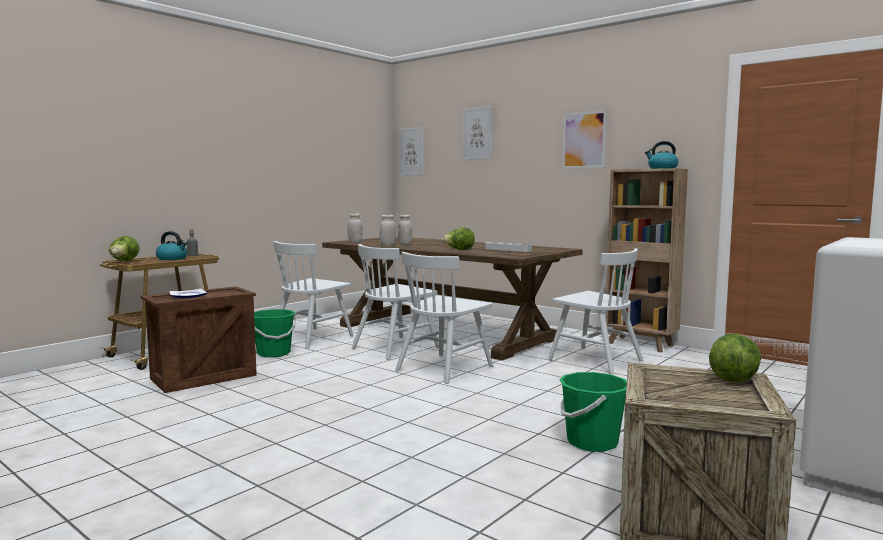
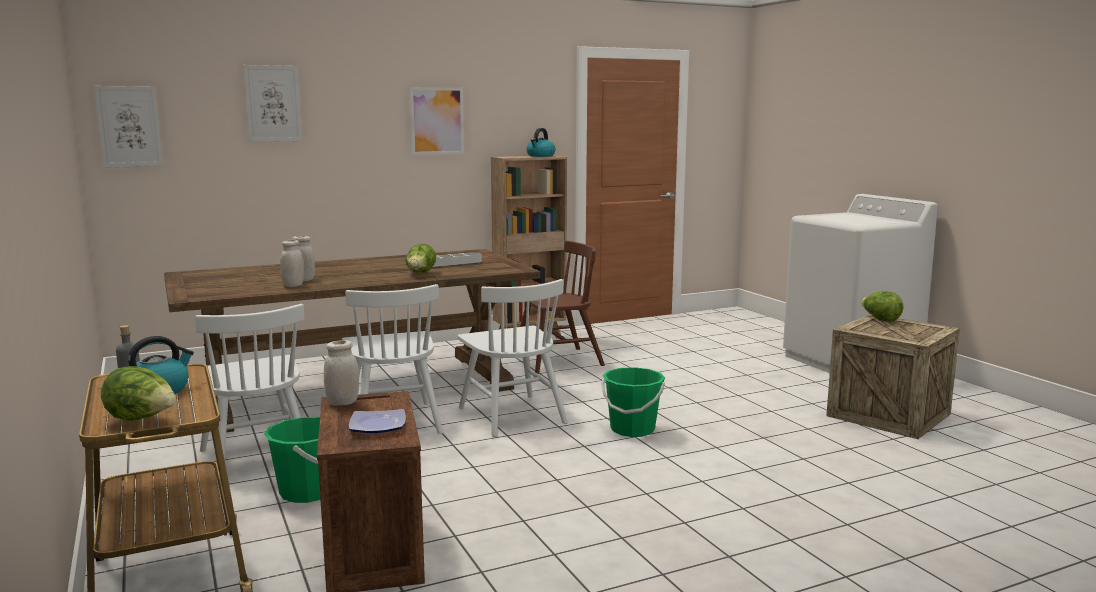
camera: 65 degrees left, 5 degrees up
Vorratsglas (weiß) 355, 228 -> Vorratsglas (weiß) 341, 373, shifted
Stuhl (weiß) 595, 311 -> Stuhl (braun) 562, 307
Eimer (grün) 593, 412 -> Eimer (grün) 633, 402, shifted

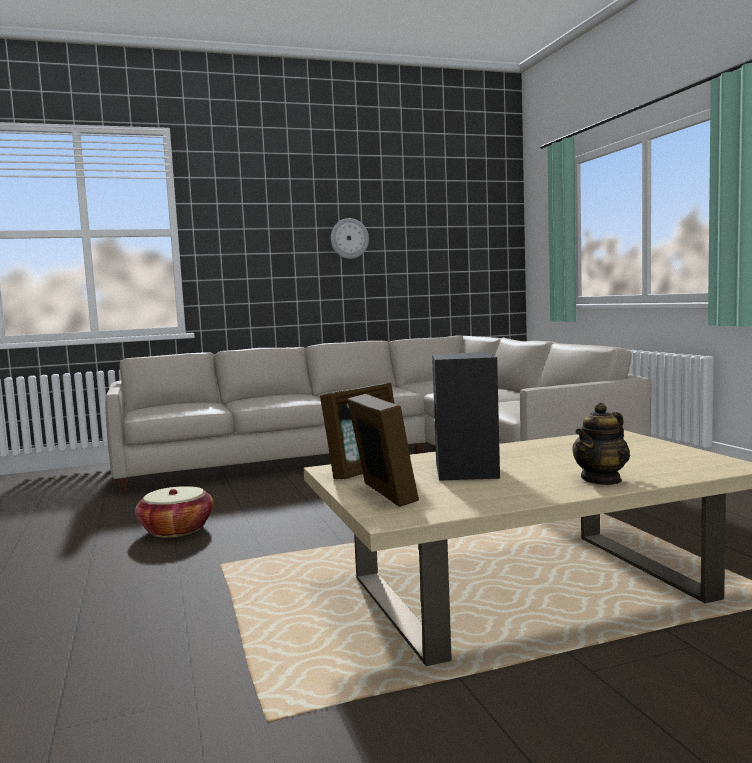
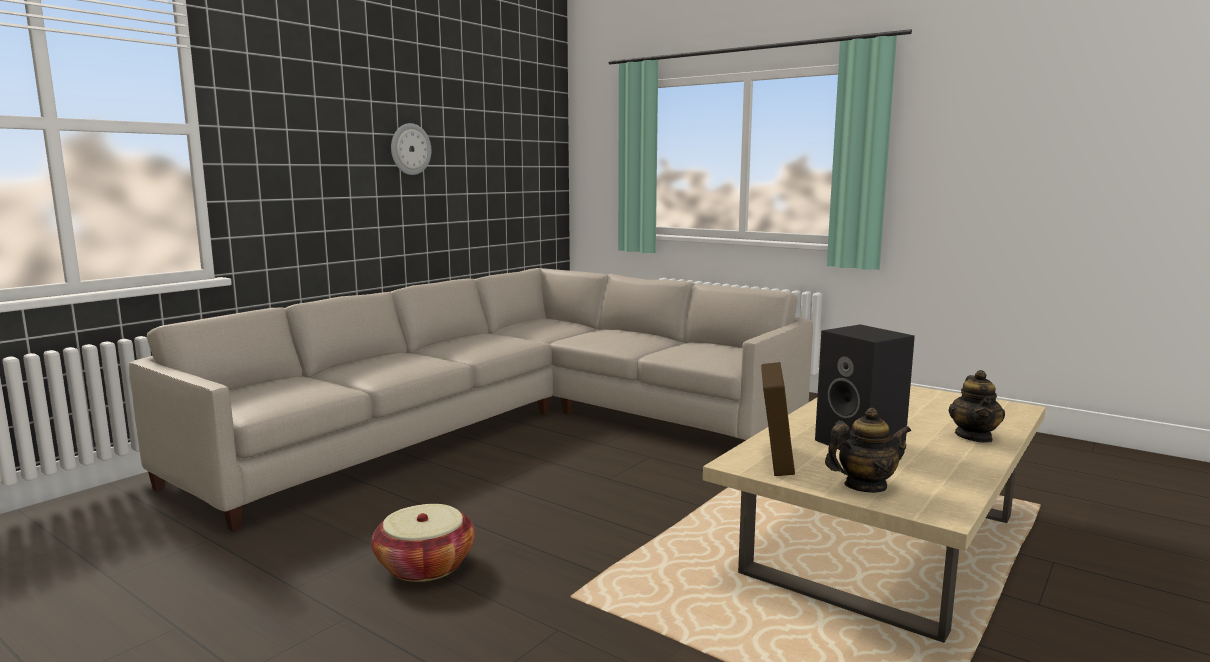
camera: 35 degrees left, 5 degrees up
Bilderrahmen 383, 450 -> Teekanne 868, 450

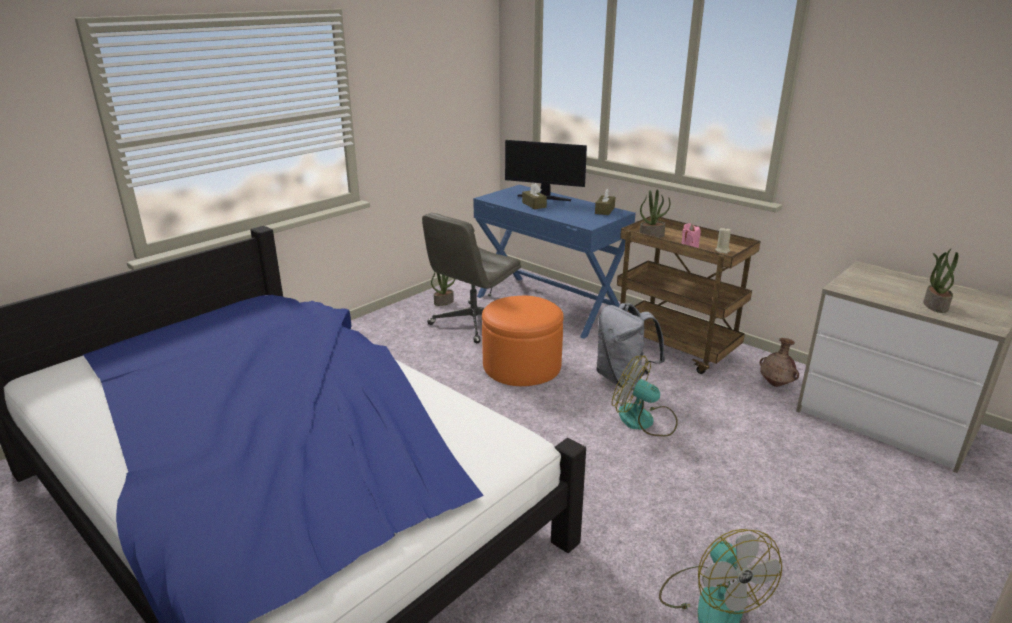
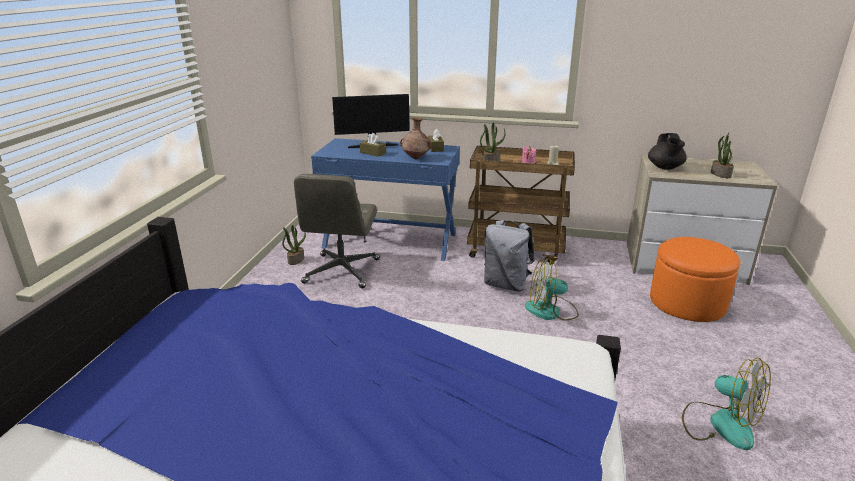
camera: 30 degrees left, 0 degrees up
Polsterhocker (orange) 523, 341 -> Polsterhocker (orange) 695, 279, shifted
Vase (braun) 779, 362 -> Vase (braun) 416, 138, shifted
none -> Teekanne (schwarz) 667, 151

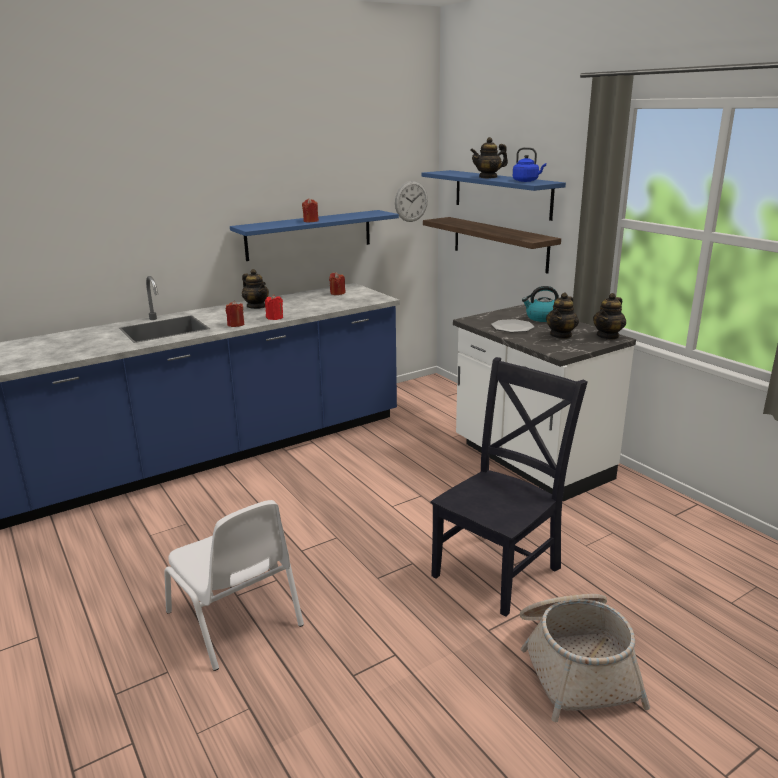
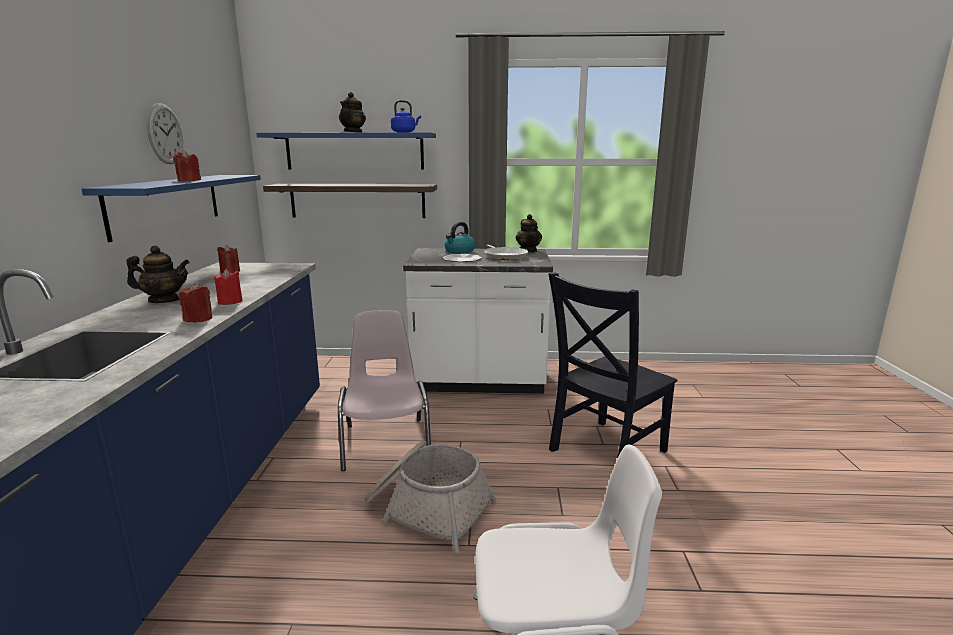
camera: 55 degrees left, 5 degrees down
Wanduhr 411, 201 -> Wanduhr 165, 133, shifted
Teekanne 562, 315 -> Pfanne 506, 252
Stuhl (schwarz) 509, 487 -> Stuhl (schwarz) 613, 364, 120 degrees counterclockwise
Korb 585, 658 -> Korb 431, 496, shifted
none -> Stuhl (rosa) 384, 390

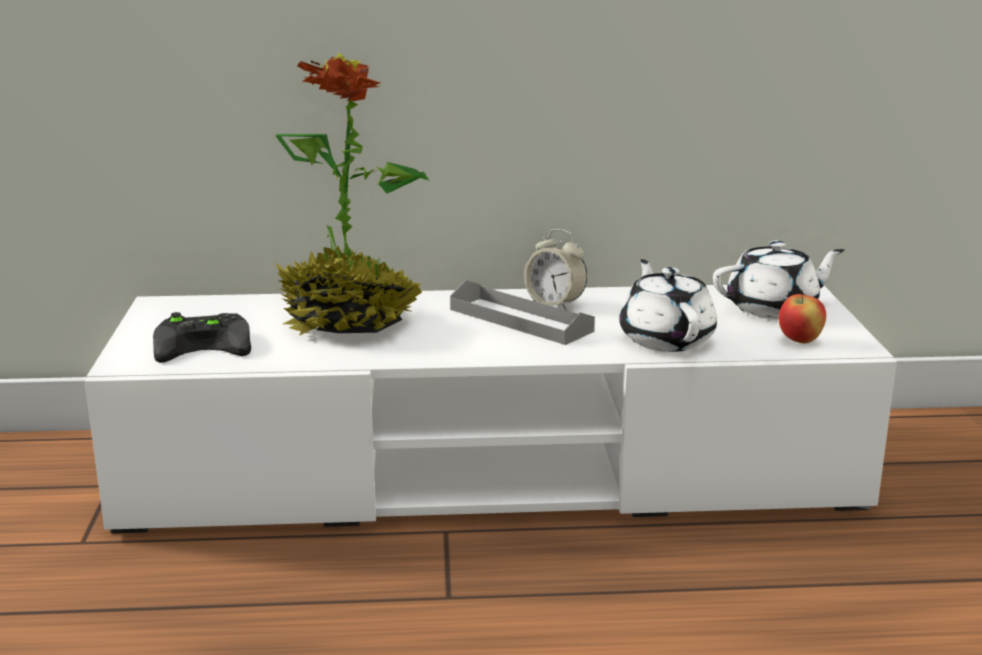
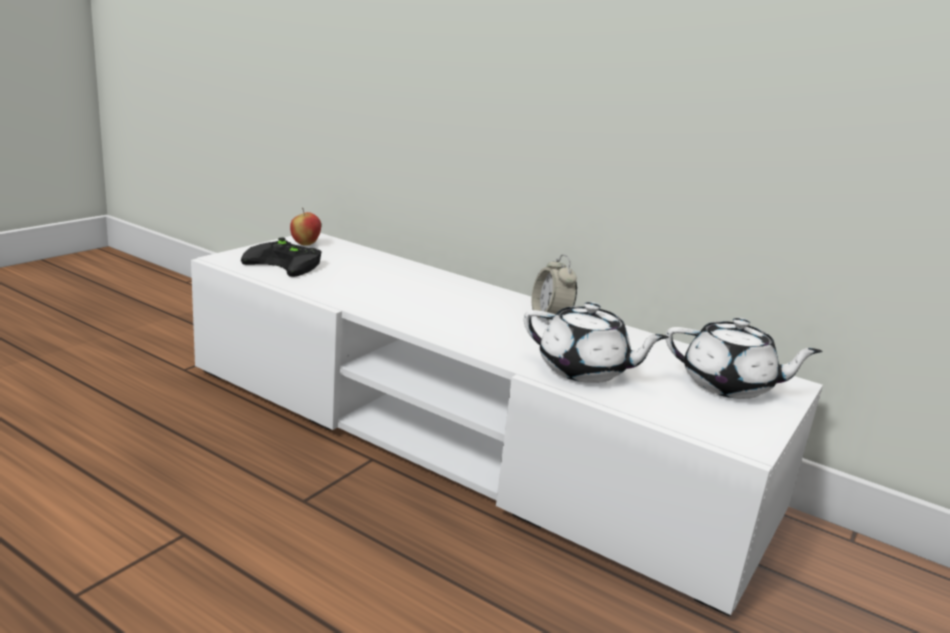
camera: 35 degrees right, 0 degrees up
Topfpflanze 352, 194 -> none
Teekanne (weiß) 668, 305 -> Teekanne (weiß) 596, 342, 90 degrees clockwise
Tablett (grau) 522, 312 -> none
Apfel 802, 316 -> Apfel 305, 227, shifted

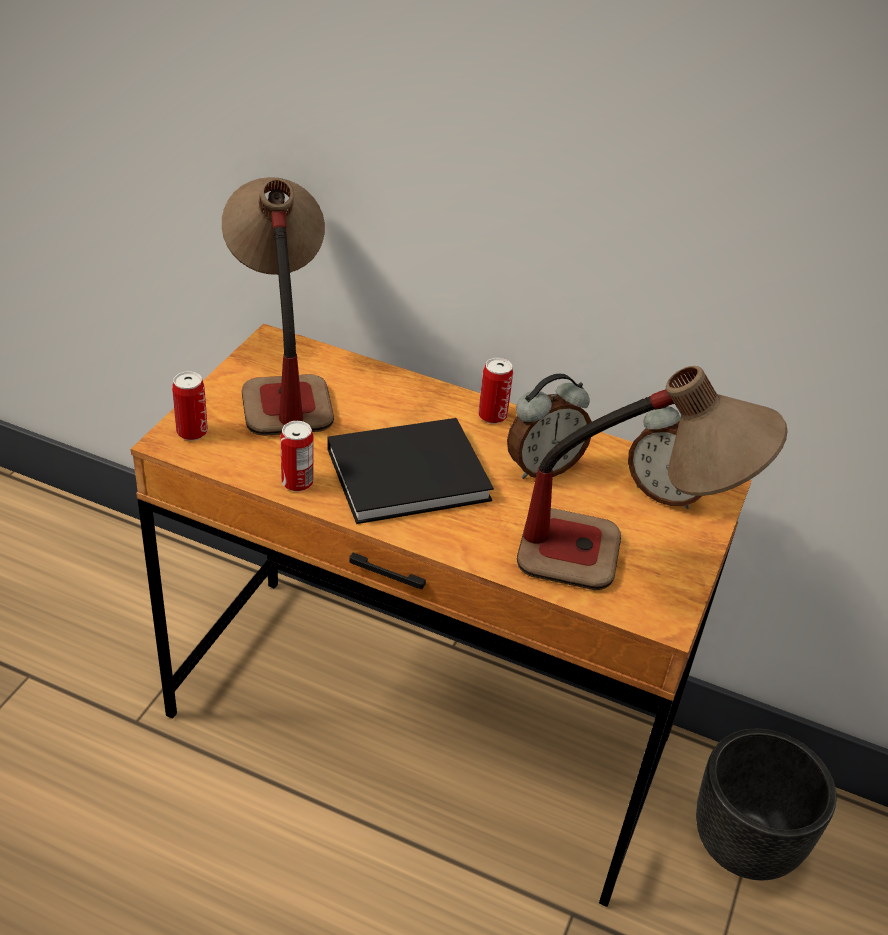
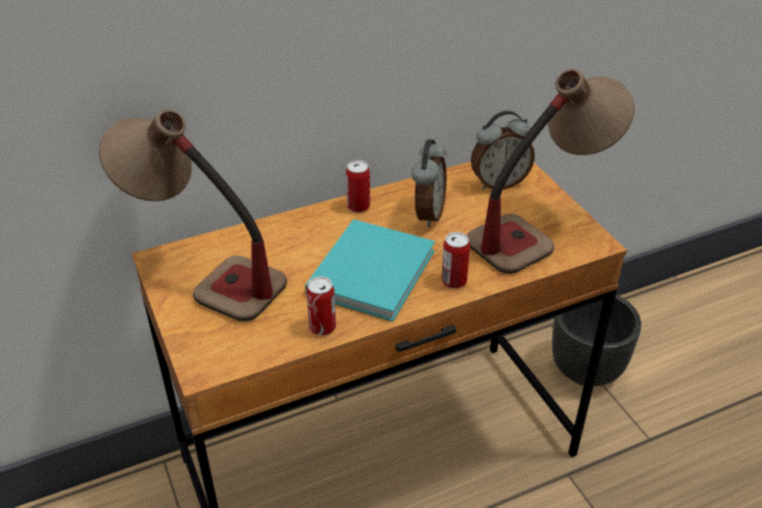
camera: 45 degrees left, 0 degrees up
Dose 190, 406 -> Dose 455, 260, shifted
Buch (schwarz) 410, 471 -> Buch (türkis) 370, 270

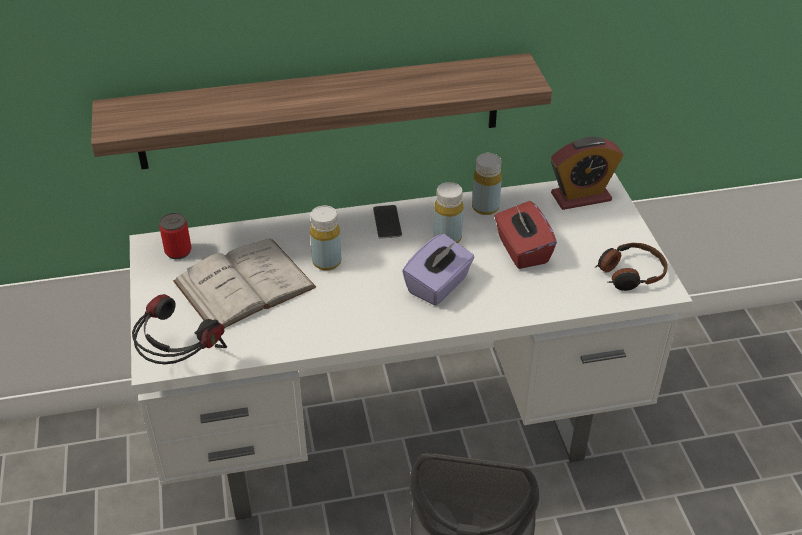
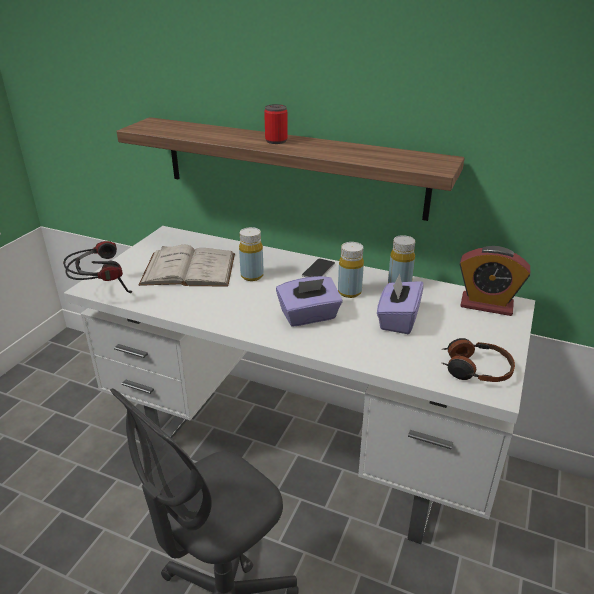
camera: 35 degrees right, 10 degrees down
Taschentuchbox (rot) 525, 235 -> Taschentuchbox (lila) 400, 303
Dose 175, 236 -> Dose 276, 124, shifted

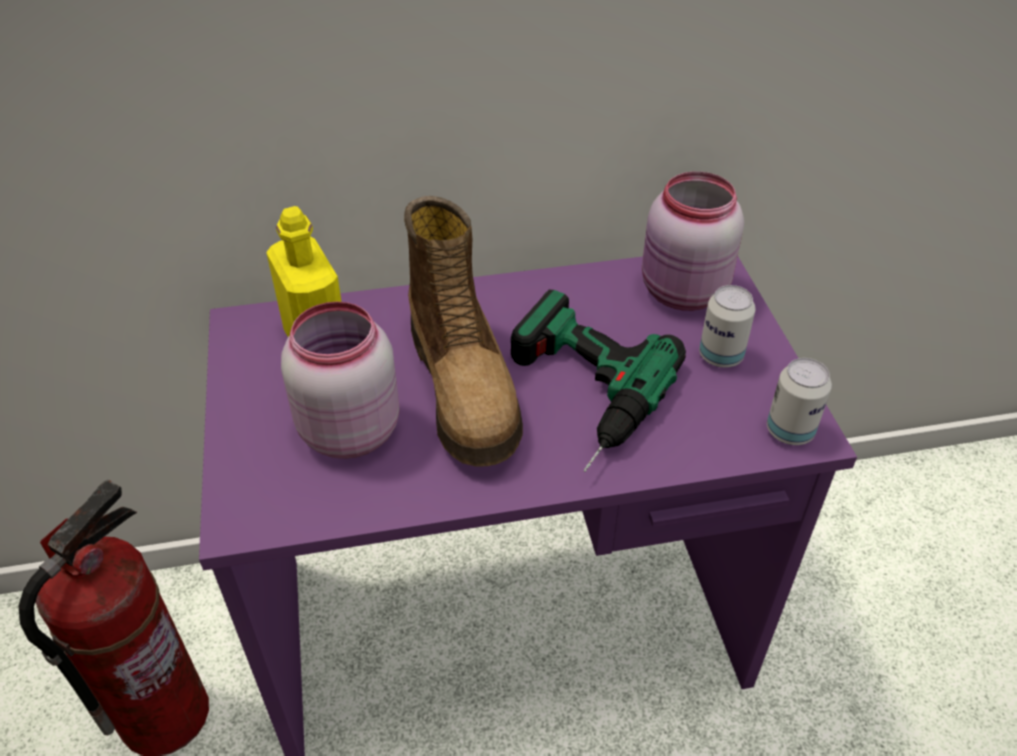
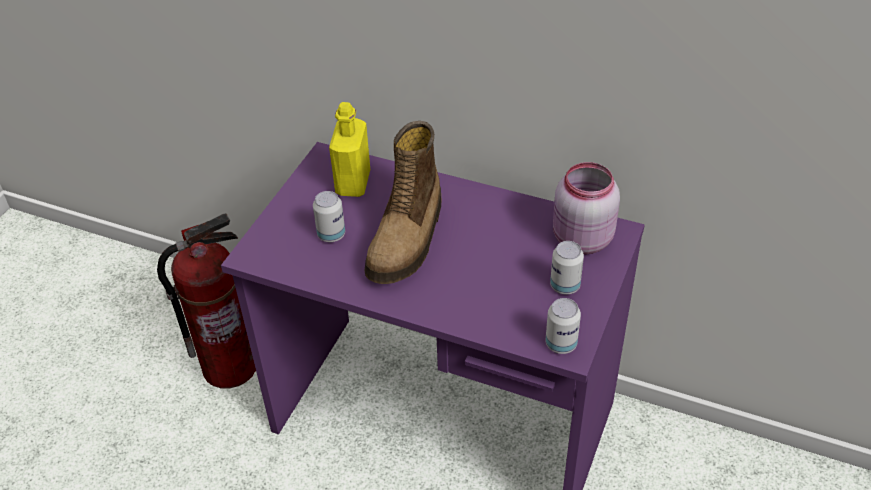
camera: 35 degrees right, 0 degrees up
Bohrmaschine 598, 381 -> none
Vorratsglas (rosa) 340, 380 -> Dose 329, 216

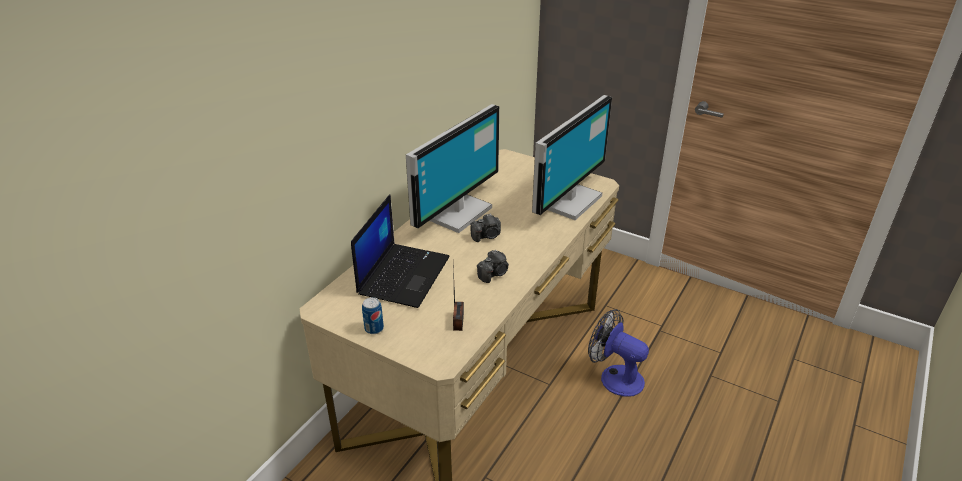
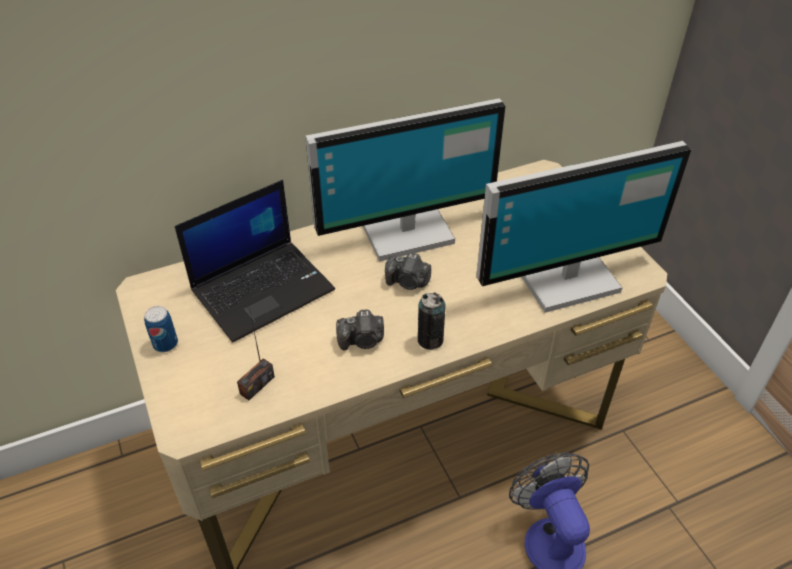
camera: 35 degrees right, 10 degrees up
none -> Dose 432, 321

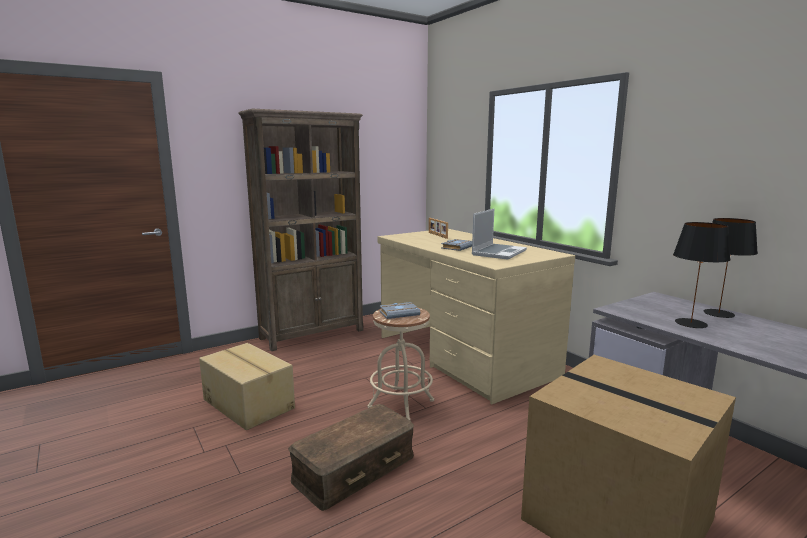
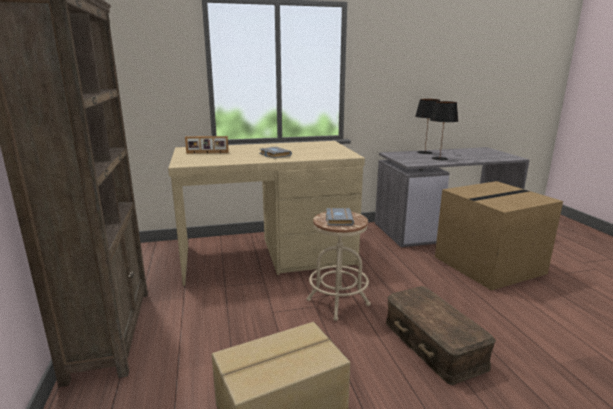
camera: 70 degrees left, 5 degrees up
Laptop 499, 234 -> none

